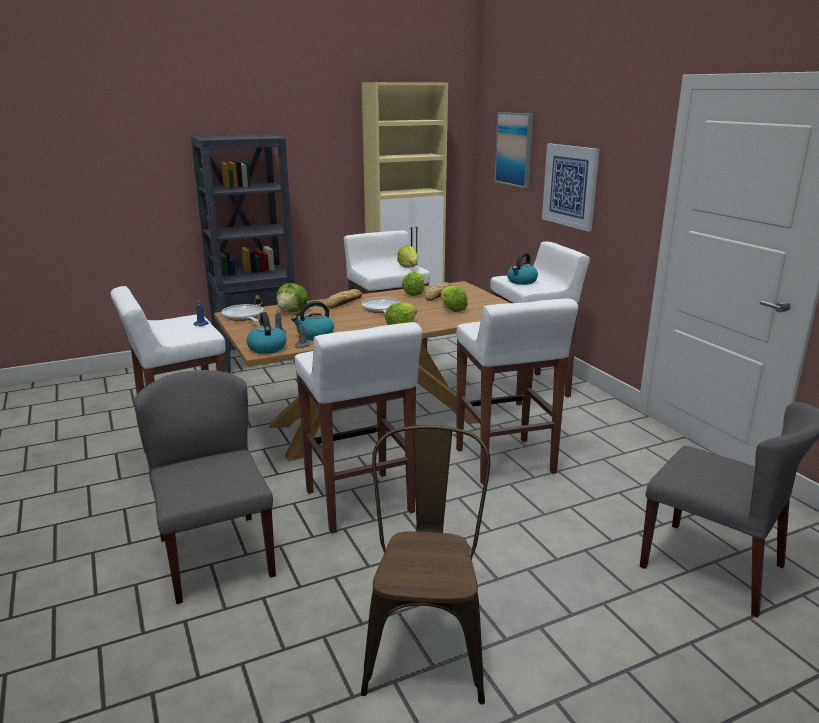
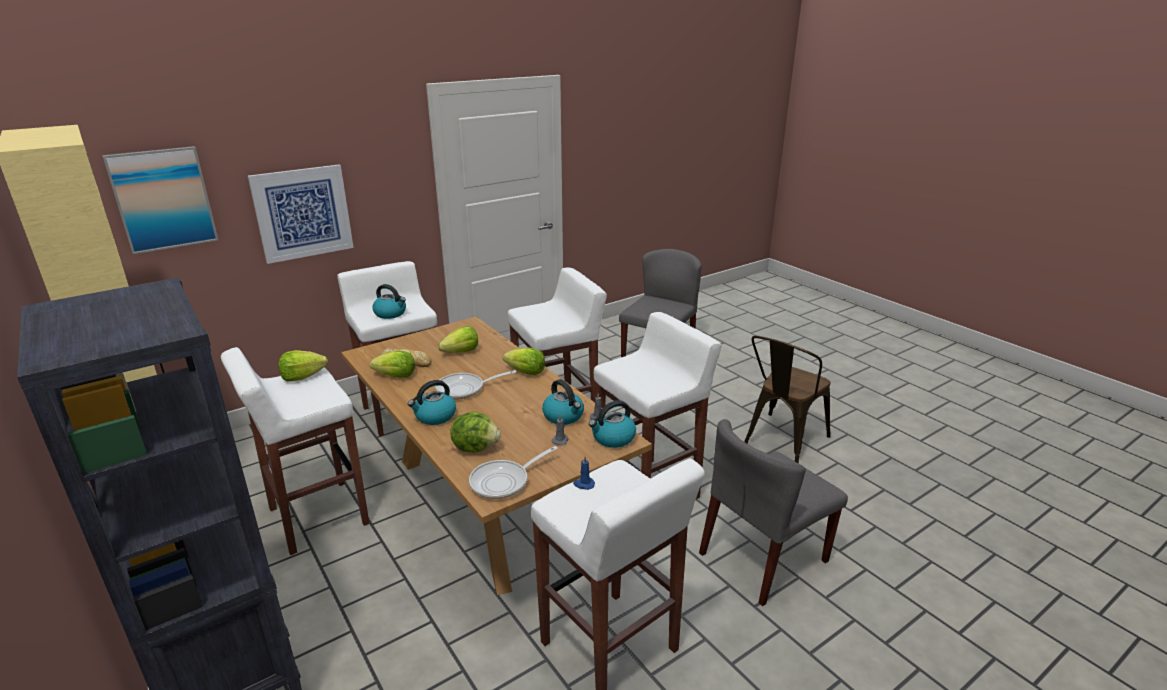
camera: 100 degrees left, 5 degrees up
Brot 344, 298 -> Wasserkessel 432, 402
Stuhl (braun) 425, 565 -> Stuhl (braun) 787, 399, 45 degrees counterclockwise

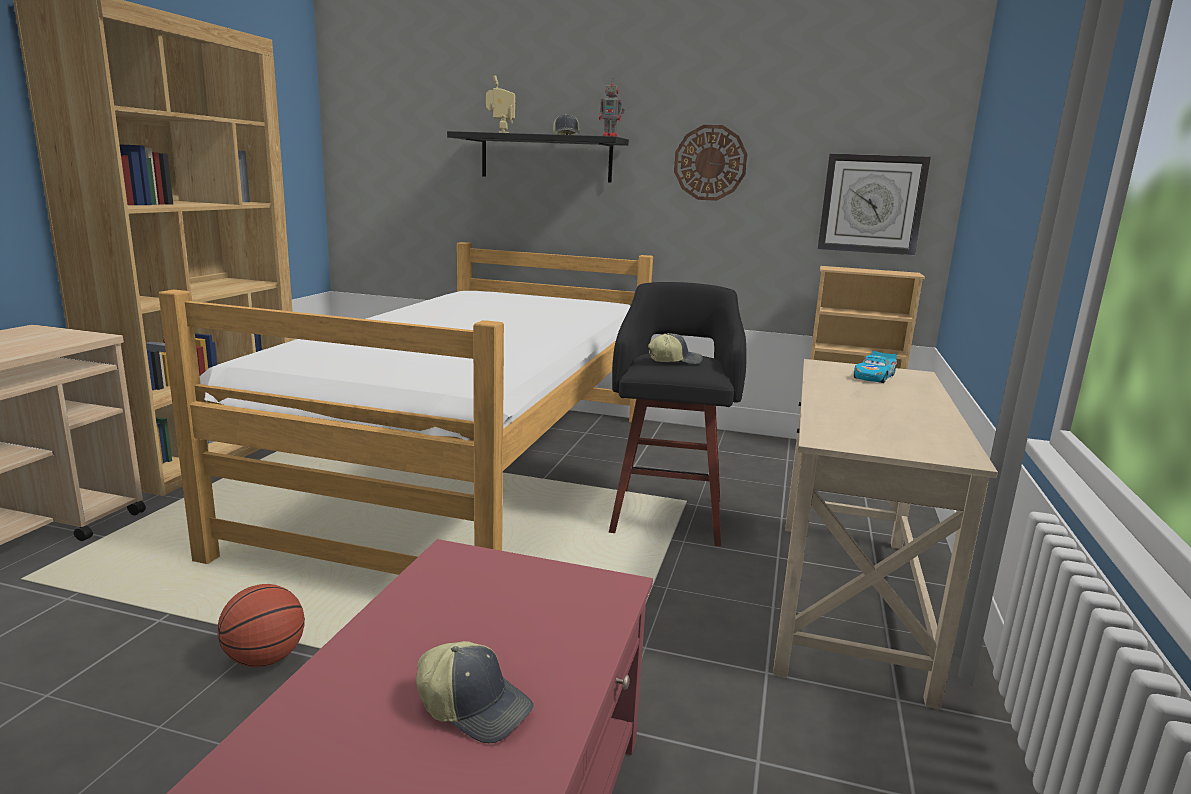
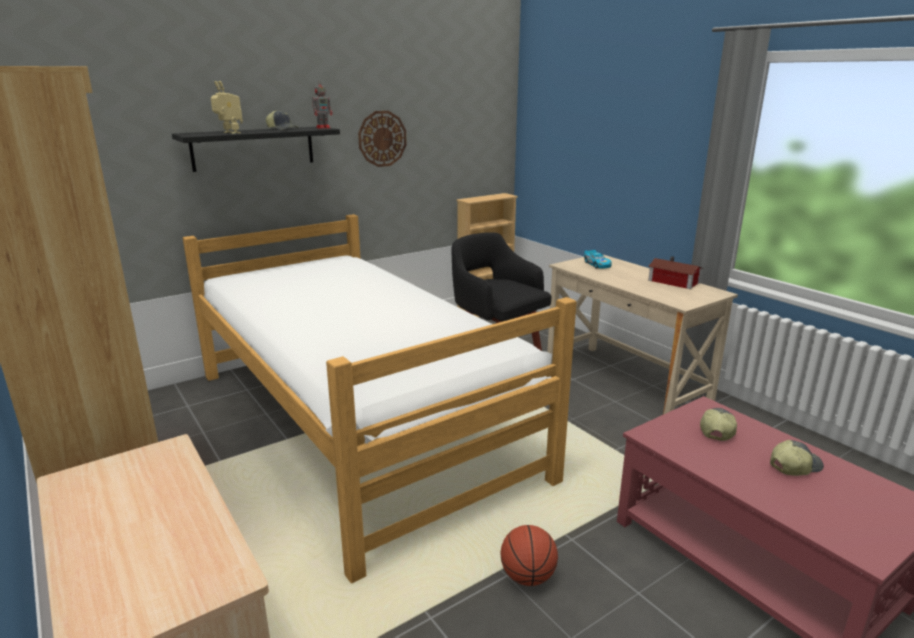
camera: 50 degrees left, 5 degrees up
Wanduhr 874, 204 -> none
Kappe 675, 348 -> Kappe 718, 424, shifted
none -> Spielzeughaus 675, 272

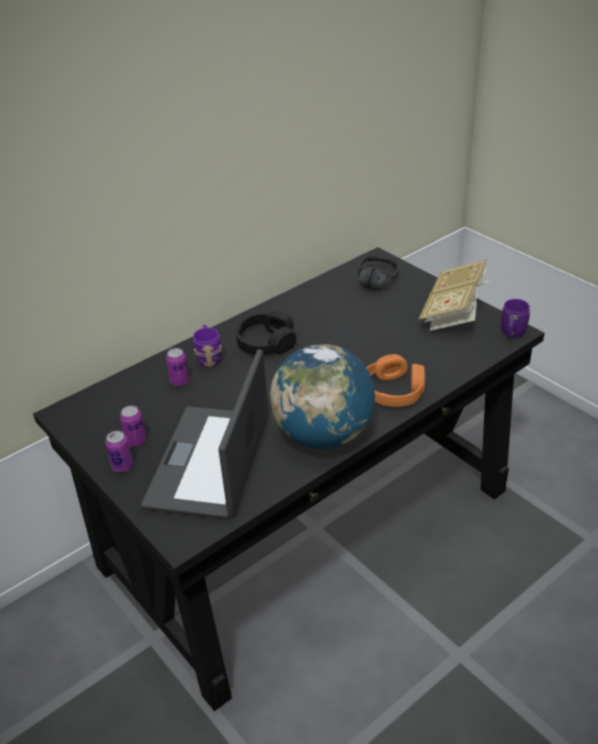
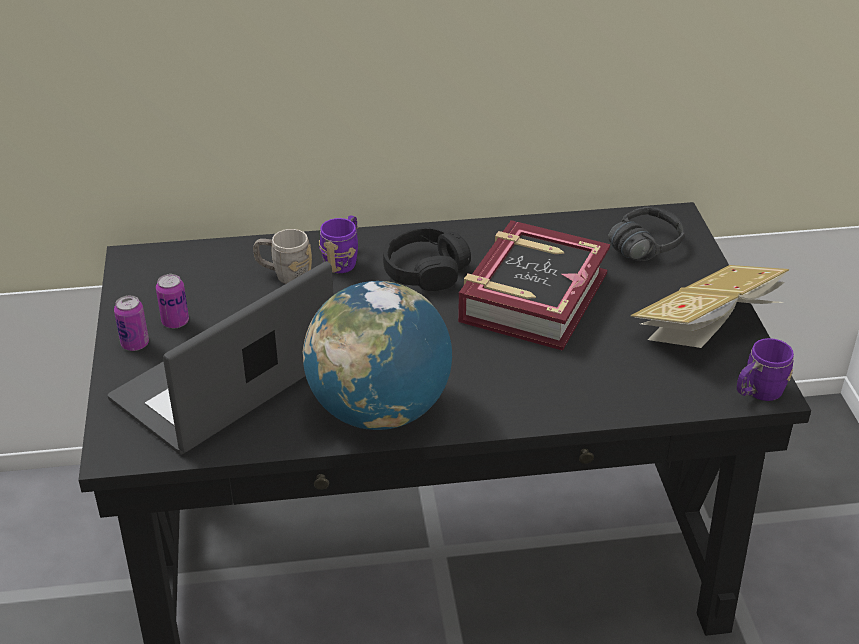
camera: 30 degrees right, 0 degrees up
Dose 177, 367 -> Henkelbecher (grau) 282, 256
Kopfhörer (orange) 395, 380 -> none
none -> Buch 534, 285

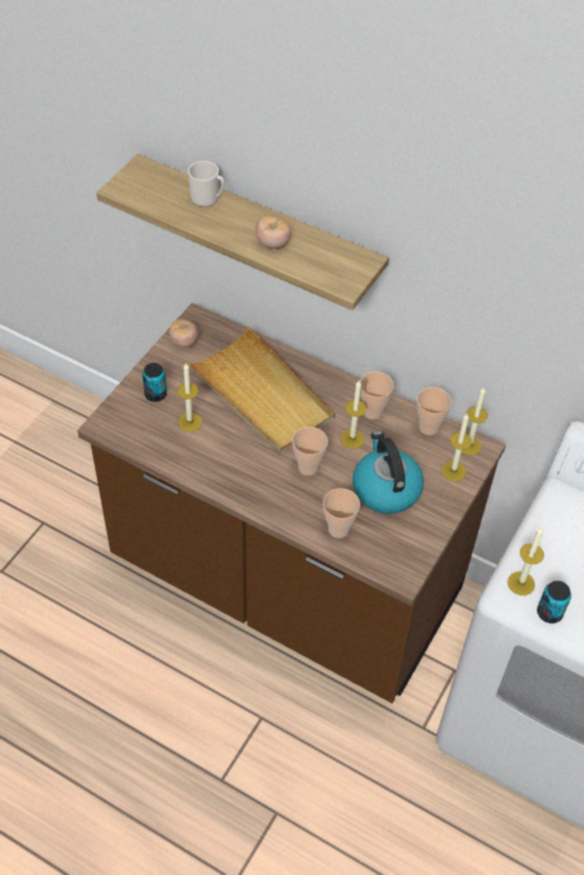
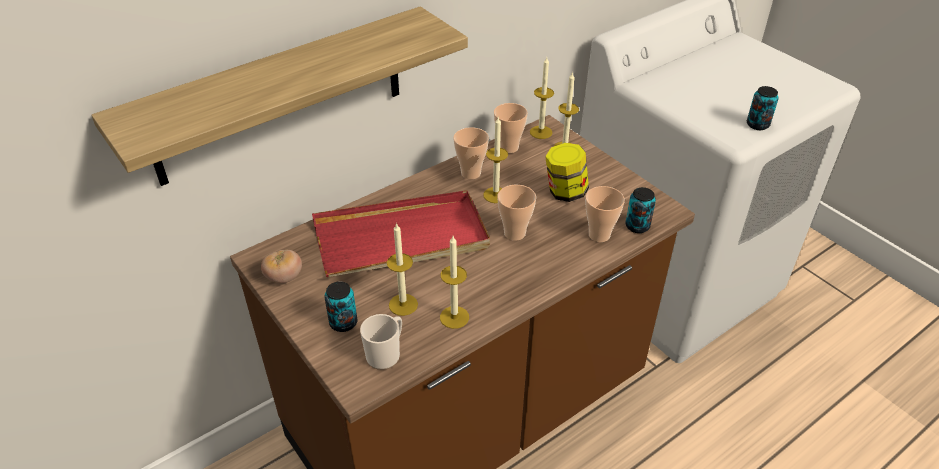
camera: 65 degrees left, 10 degrees down
Henkelbecher 206, 184 -> Henkelbecher 381, 342, shifted
Tomate 273, 232 -> none
Tablett (beige) 261, 390 -> Tablett (rot) 401, 233
Wasserkessel 388, 472 -> Vorratsglas 567, 172
Kerze 525, 561 -> Kerze 454, 282, shifted
none -> Dose 640, 210

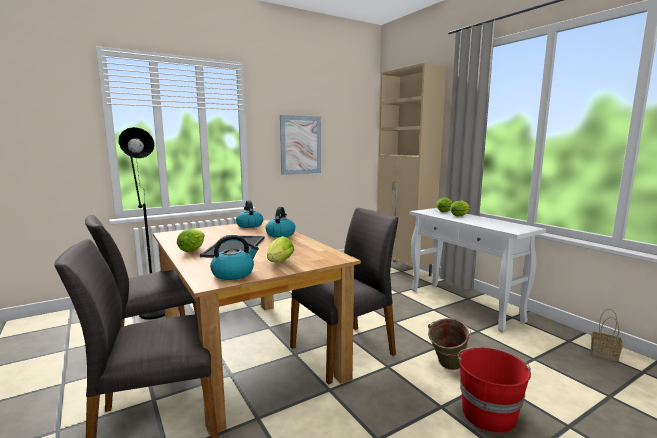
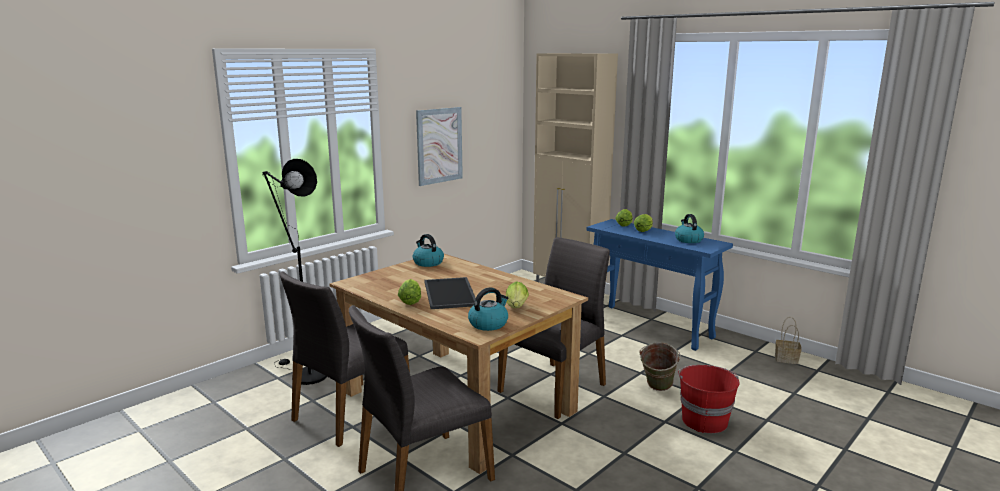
camera: 15 degrees left, 5 degrees up
Wasserkessel 280, 222 -> Wasserkessel 689, 228, shifted
Konsolentisch (weiß) 477, 270 -> Konsolentisch (blau) 659, 285

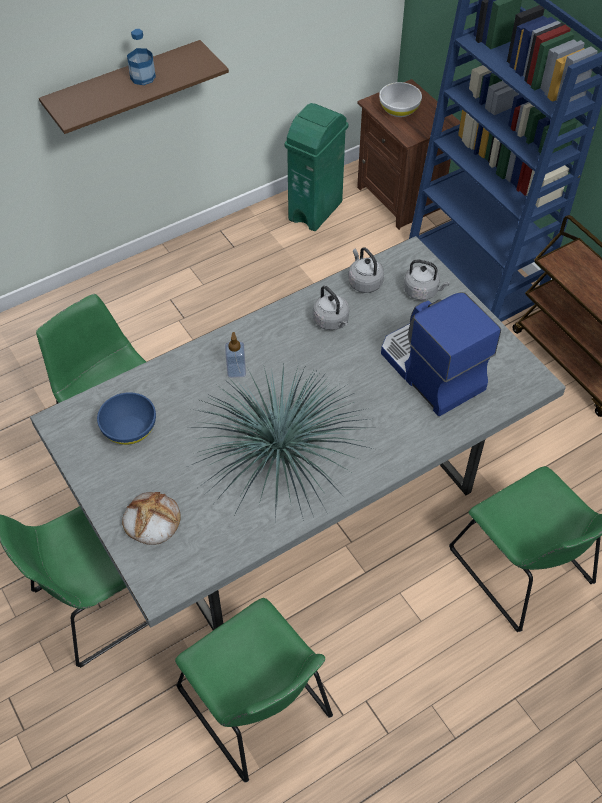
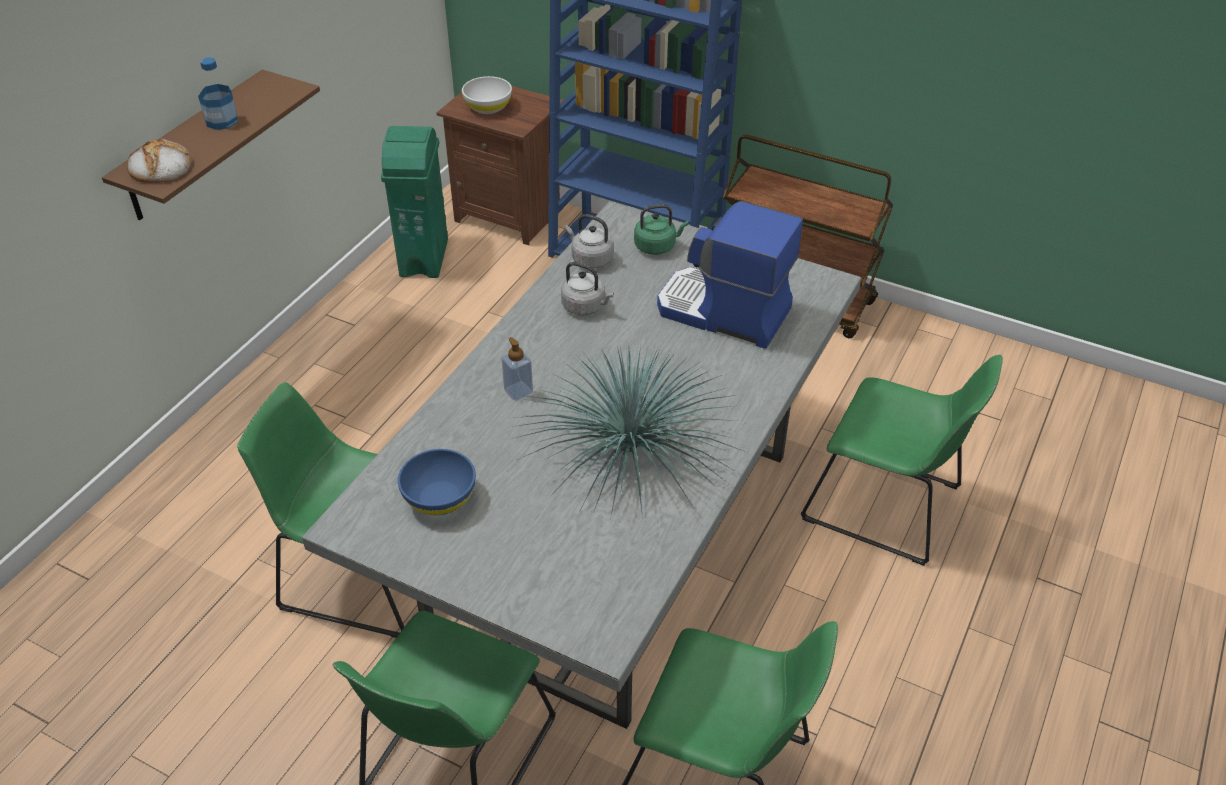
camera: 30 degrees left, 10 degrees down
Wasserkessel (grau) 427, 280 -> Wasserkessel (grün) 661, 229
Brot 151, 518 -> Brot 159, 160, shifted

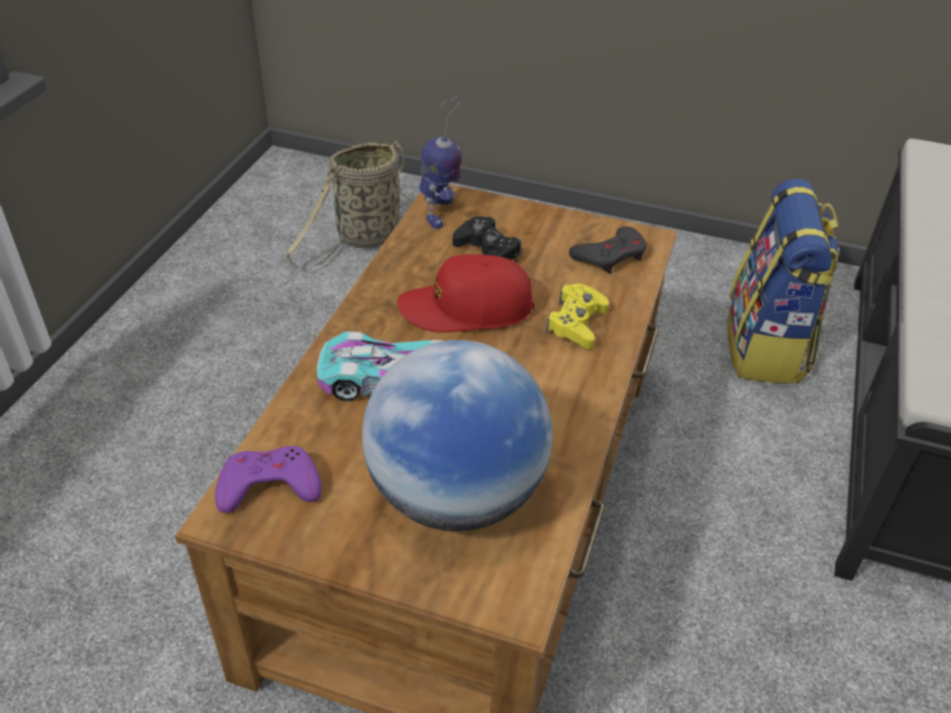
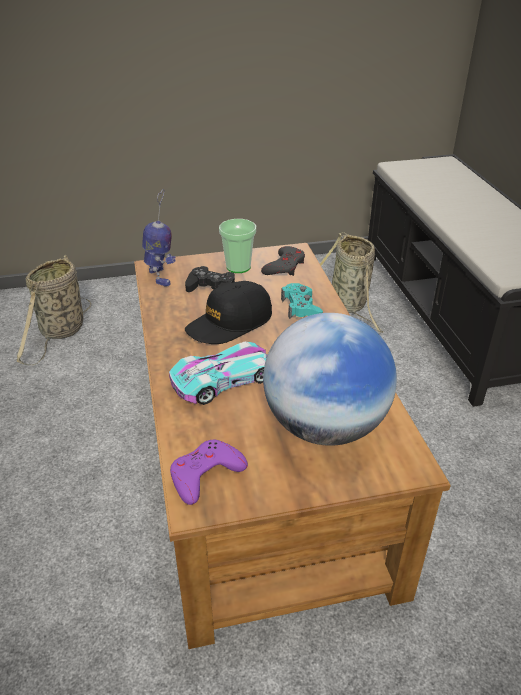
camera: 30 degrees left, 5 degrees down
Rucksack 783, 281 -> Korb 352, 282
Kappe (rot) 466, 293 -> Kappe (schwarz) 228, 312
Gamepad (gelb) 577, 317 -> Gamepad (türkis) 302, 301
none -> Tasse 237, 246

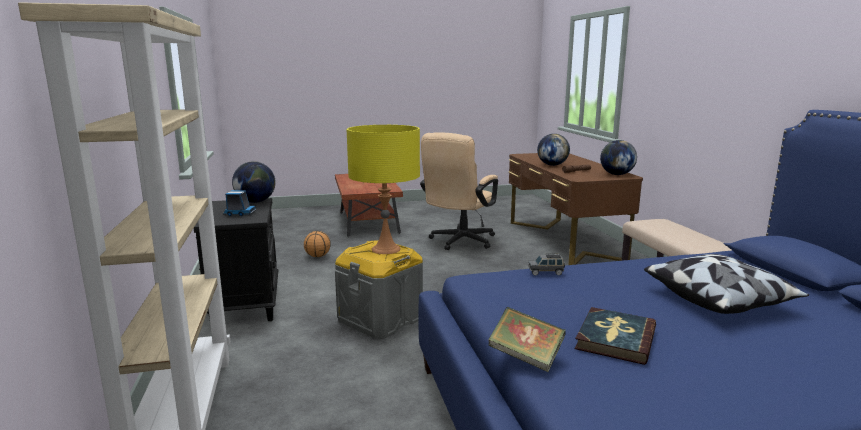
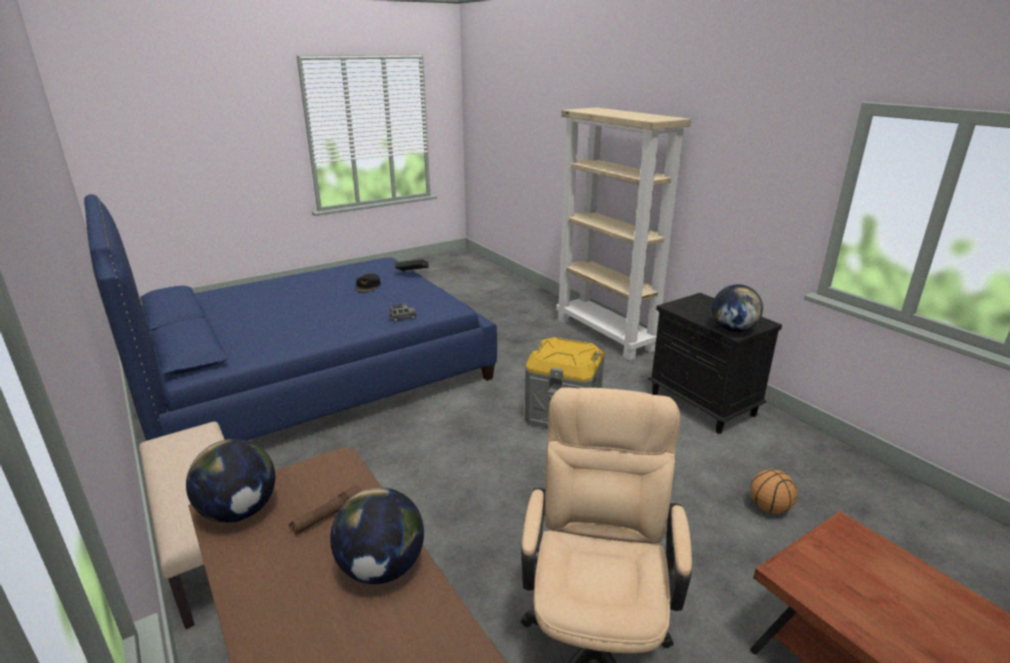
camera: 160 degrees right, 10 degrees up
Tischlampe (gelb) 383, 189 -> none
Spielzeuglaster 239, 203 -> none
Kissen 726, 284 -> none
Buch 615, 336 -> Kappe (schwarz) 368, 283

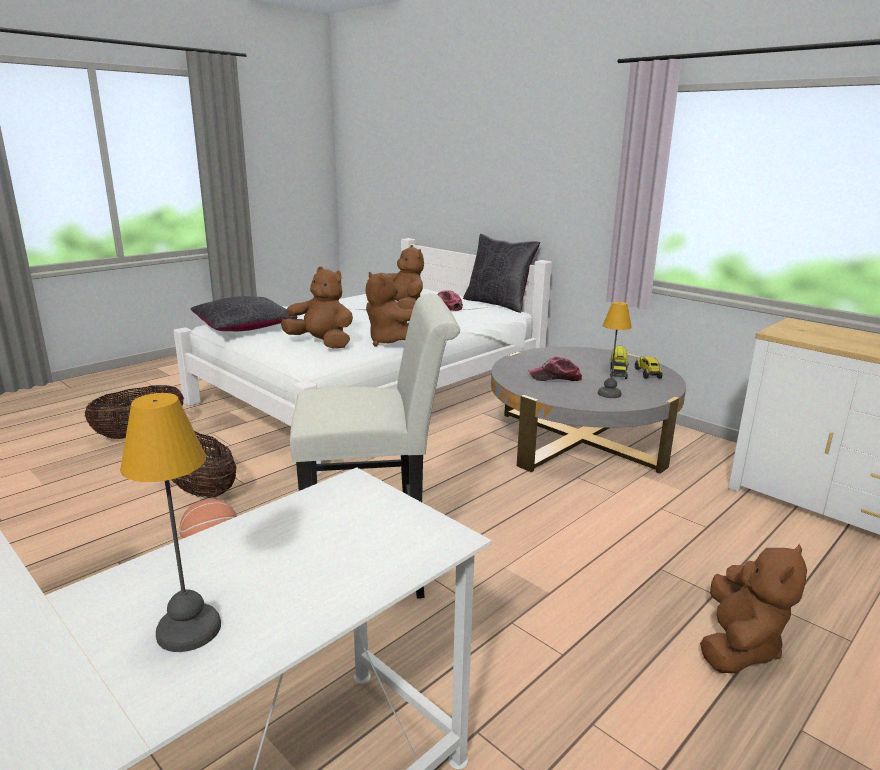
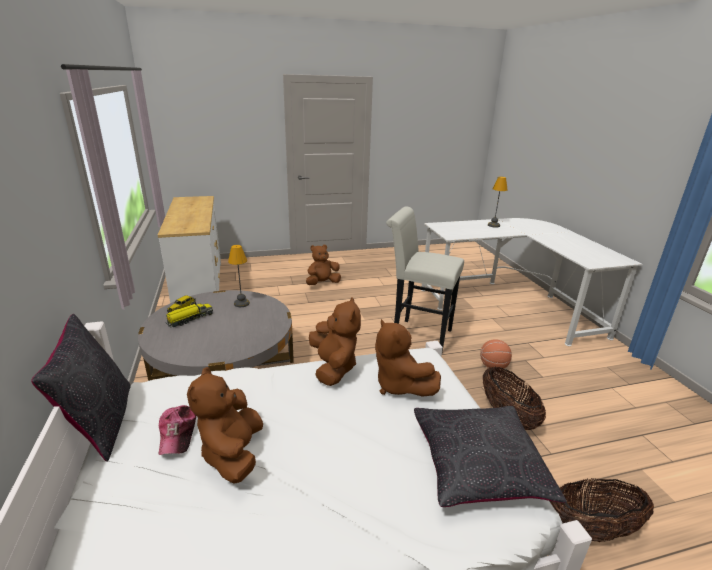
camera: 150 degrees left, 5 degrees up
Kappe 555, 369 -> none

